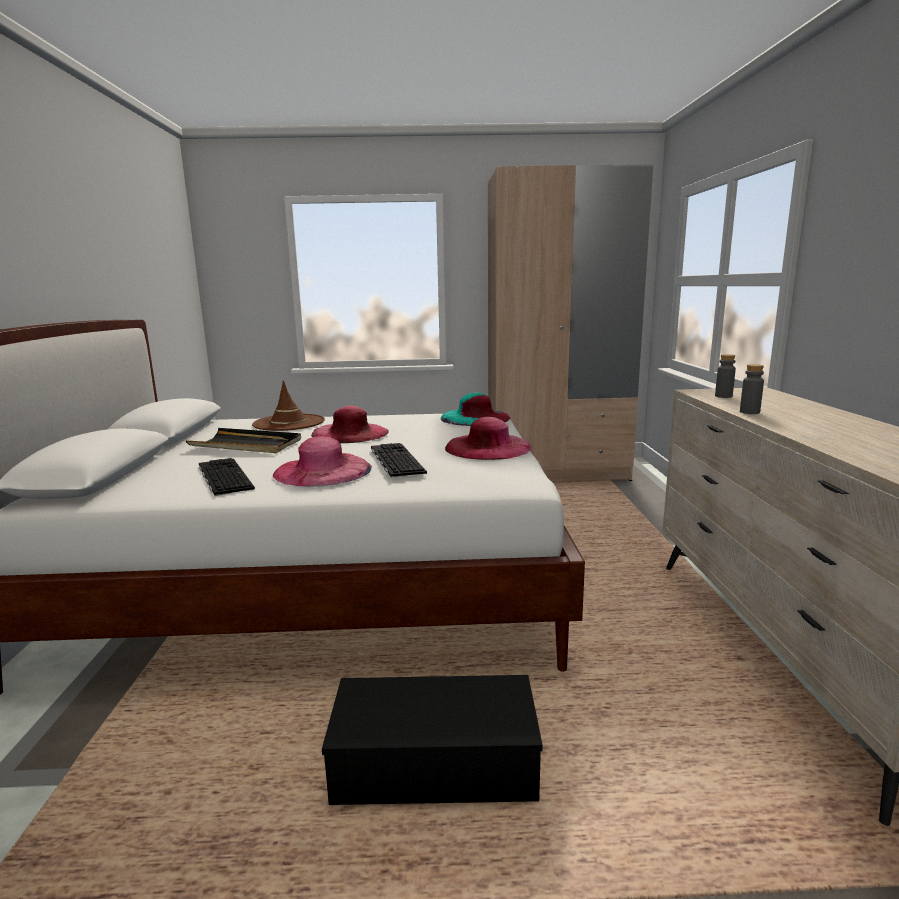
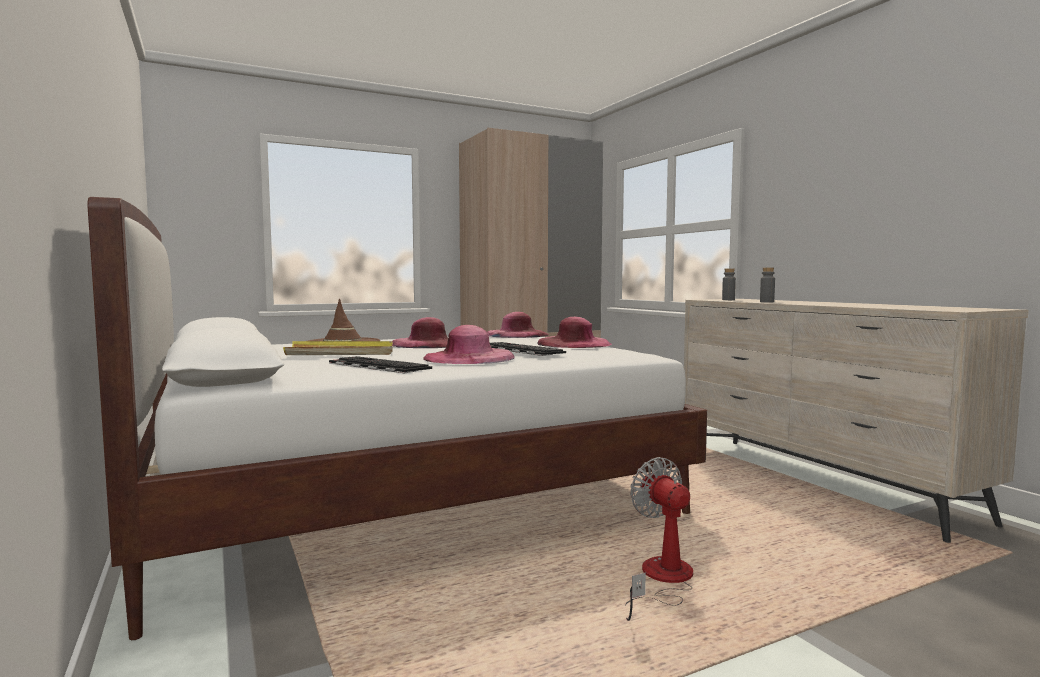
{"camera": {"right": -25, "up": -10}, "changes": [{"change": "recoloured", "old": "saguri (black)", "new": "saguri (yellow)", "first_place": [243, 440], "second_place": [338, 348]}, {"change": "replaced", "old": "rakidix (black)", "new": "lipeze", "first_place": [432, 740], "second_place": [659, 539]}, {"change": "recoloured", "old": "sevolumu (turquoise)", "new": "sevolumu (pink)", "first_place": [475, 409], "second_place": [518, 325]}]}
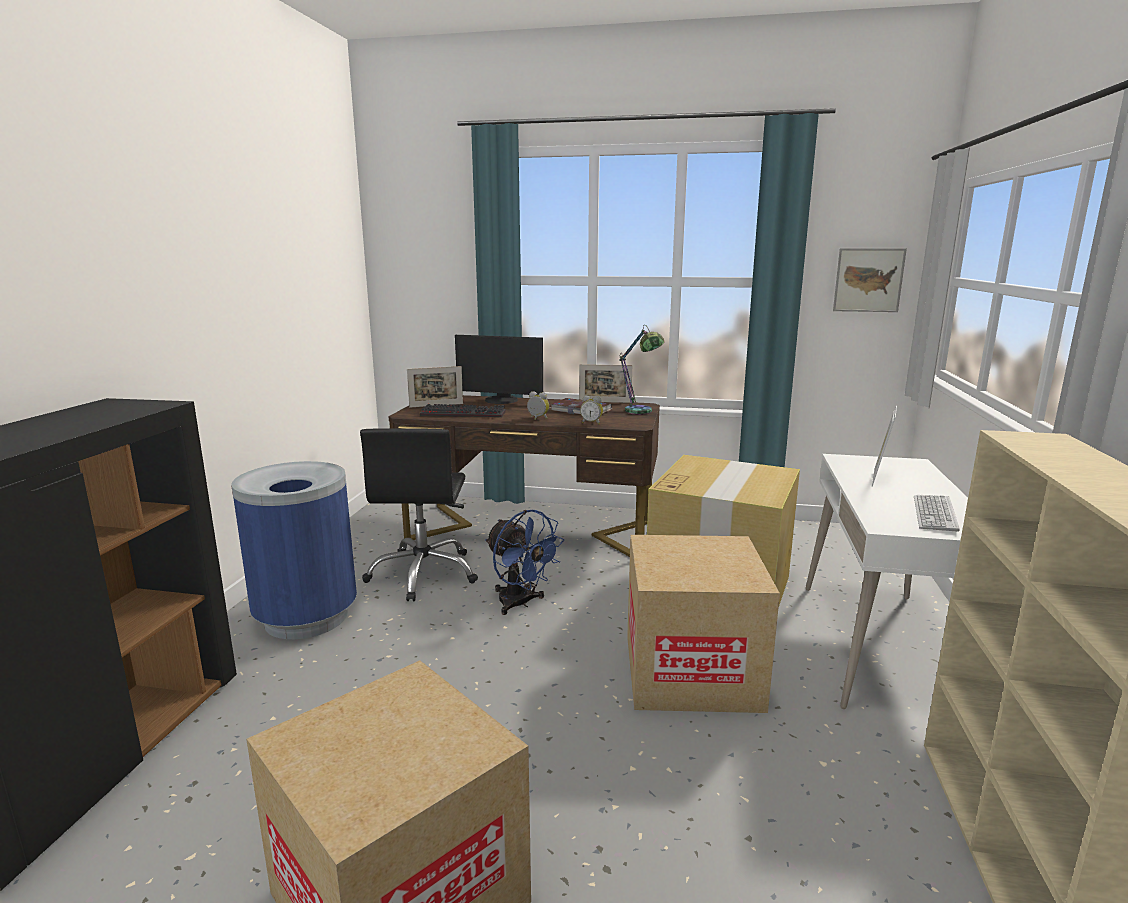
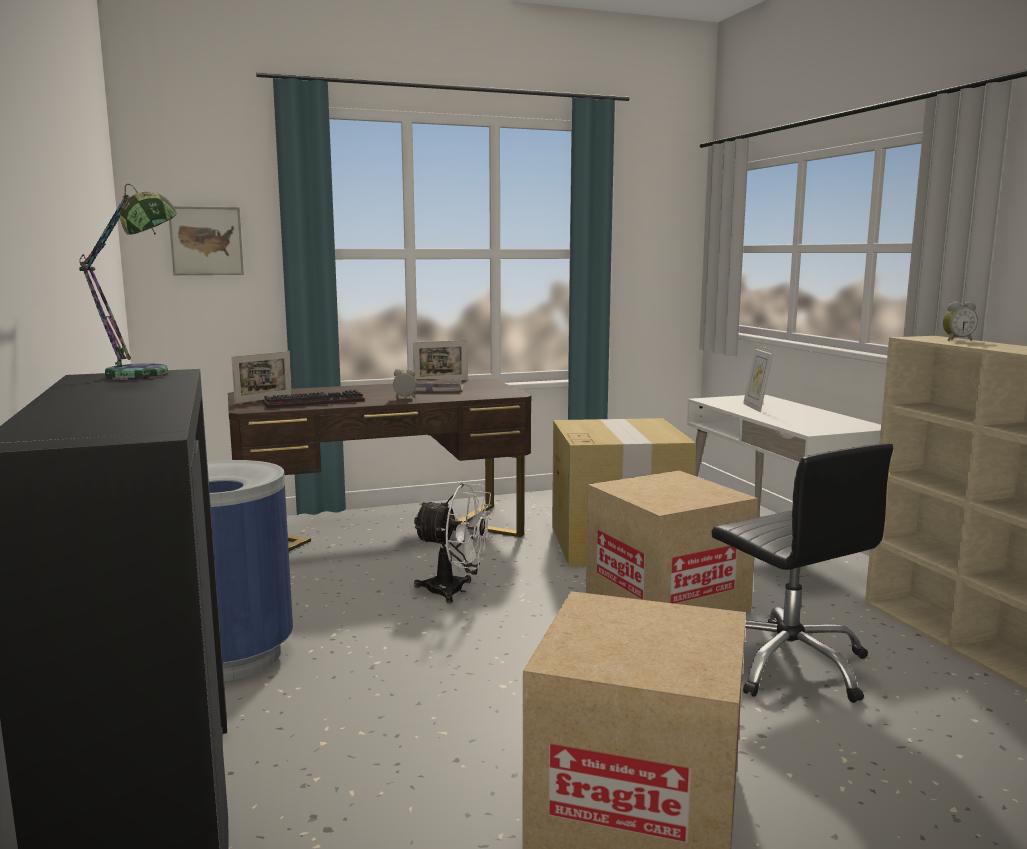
{"camera": {"right": -30, "up": -5}, "changes": [{"change": "moved", "old": "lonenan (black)", "first_place": [419, 514], "second_place": [802, 573]}, {"change": "removed", "old": "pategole", "first_place": [499, 369]}, {"change": "recoloured", "old": "lipeze (blue)", "new": "lipeze (white)", "first_place": [524, 562], "second_place": [453, 543]}, {"change": "moved", "old": "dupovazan", "first_place": [591, 410], "second_place": [960, 321]}, {"change": "moved", "old": "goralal", "first_place": [641, 370], "second_place": [128, 282]}, {"change": "moved", "old": "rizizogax", "first_place": [870, 280], "second_place": [206, 240]}, {"change": "removed", "old": "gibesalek", "first_place": [937, 513]}]}
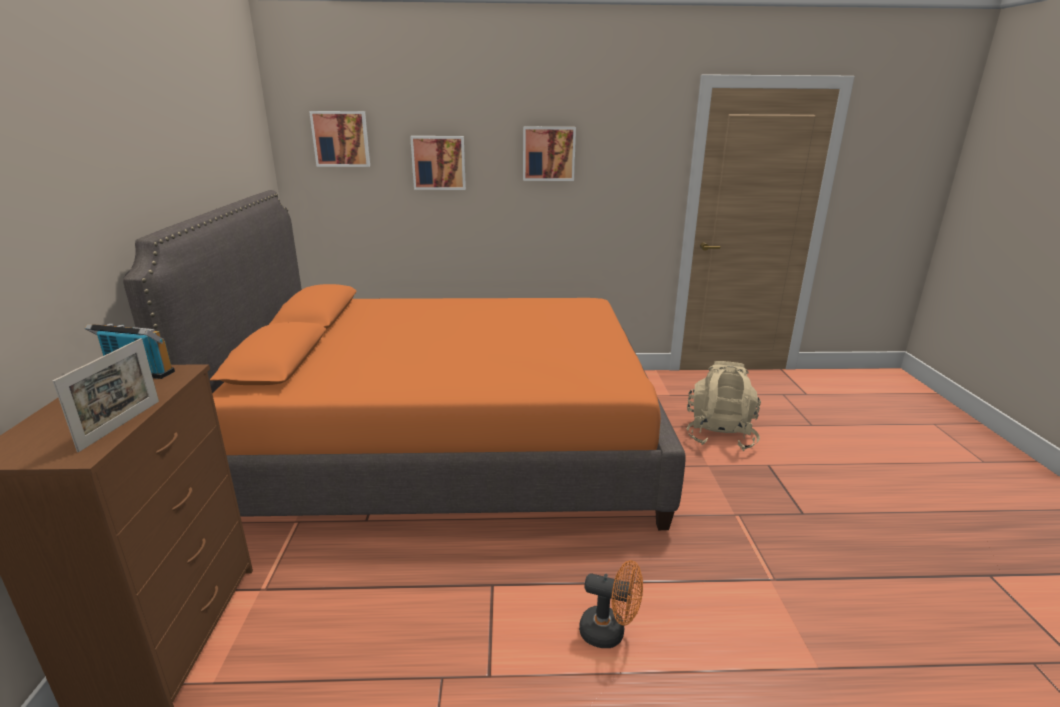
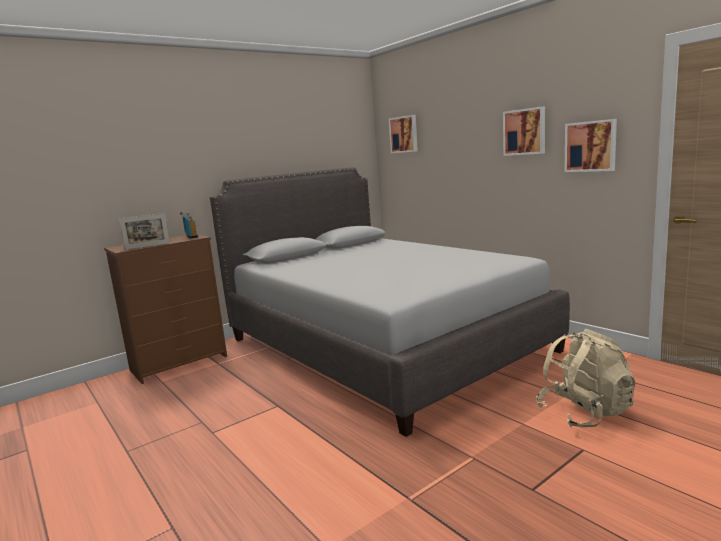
{"camera": {"right": 55, "up": -10}, "changes": [{"change": "recoloured", "old": "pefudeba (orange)", "new": "pefudeba (grey)", "first_place": [404, 360], "second_place": [390, 302]}, {"change": "moved", "old": "rizizogax", "first_place": [438, 163], "second_place": [591, 145]}, {"change": "removed", "old": "lipeze (orange)", "first_place": [611, 604]}]}
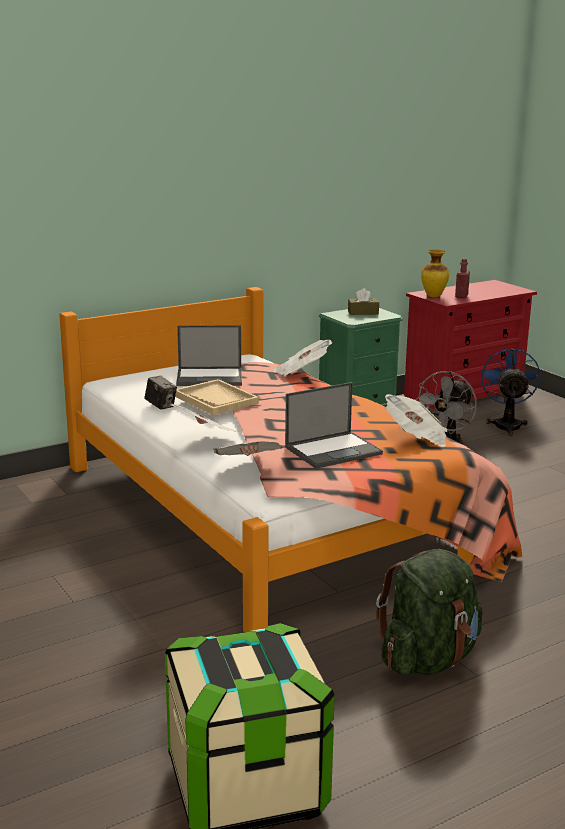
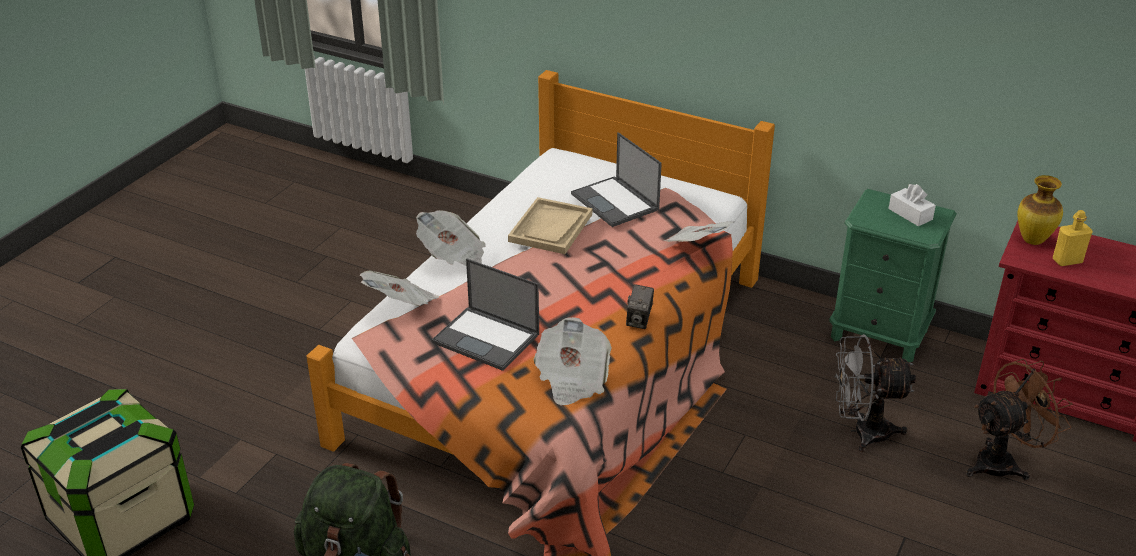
{"camera": {"right": 60, "up": 15}, "changes": [{"change": "moved", "old": "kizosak", "first_place": [161, 393], "second_place": [640, 306]}, {"change": "recoloured", "old": "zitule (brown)", "new": "zitule (white)", "first_place": [363, 301], "second_place": [912, 205]}, {"change": "recoloured", "old": "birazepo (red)", "new": "birazepo (yellow)", "first_place": [462, 278], "second_place": [1073, 238]}, {"change": "recoloured", "old": "lipeze (blue)", "new": "lipeze (brown)", "first_place": [510, 391], "second_place": [1019, 420]}]}
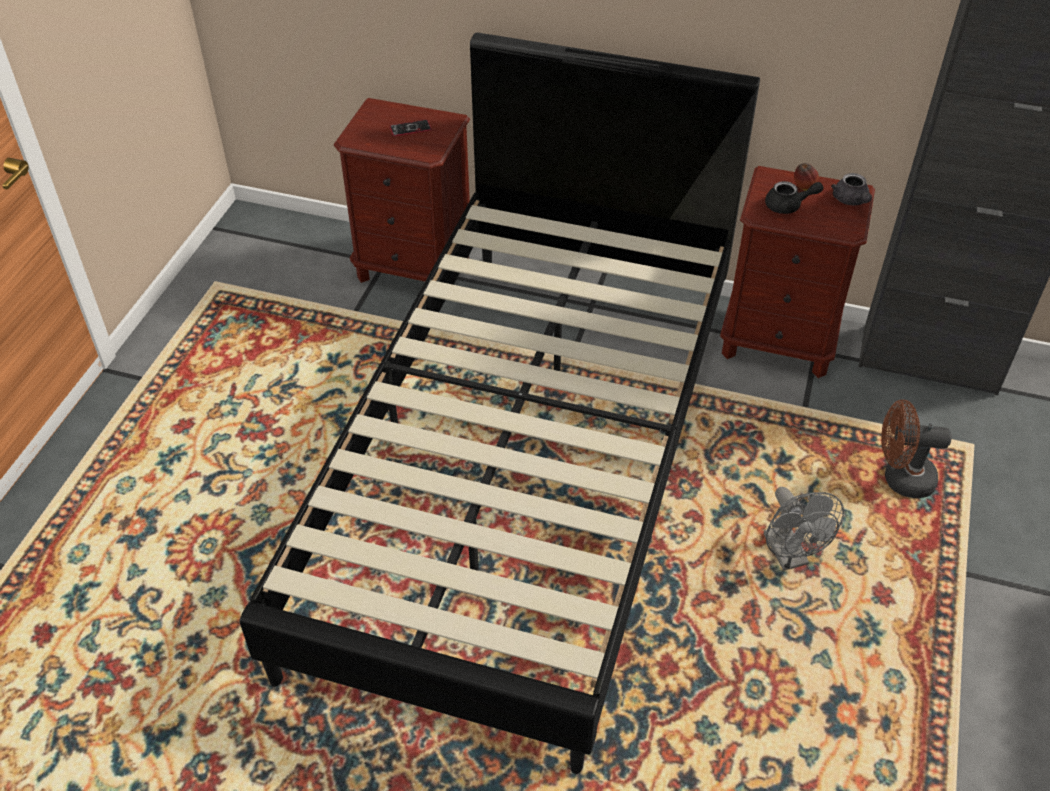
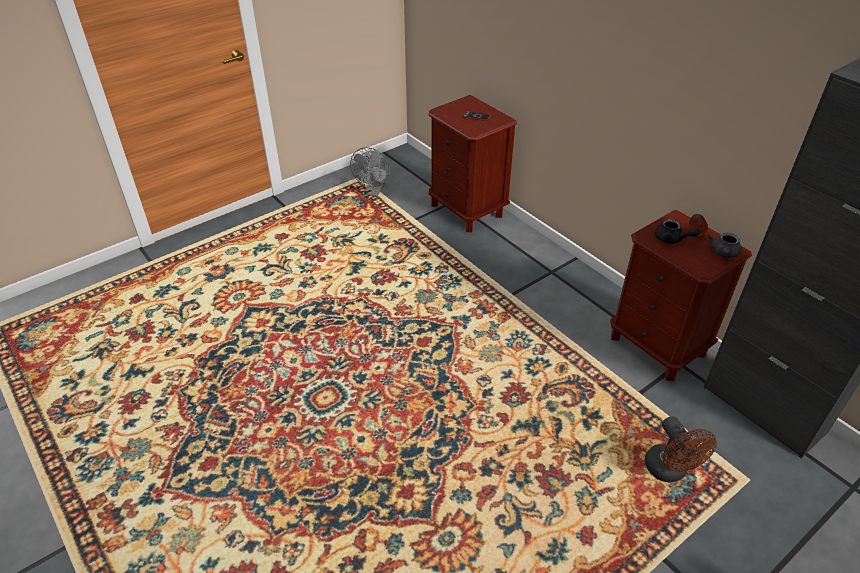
{"camera": {"right": 35, "up": -5}, "changes": [{"change": "removed", "old": "pefudeba (black)", "first_place": [500, 403]}, {"change": "moved", "old": "lipeze (grey)", "first_place": [804, 529], "second_place": [369, 172]}, {"change": "turned", "old": "lipeze (brown)", "first_place": [916, 448], "second_place": [681, 449], "degrees": -150}]}
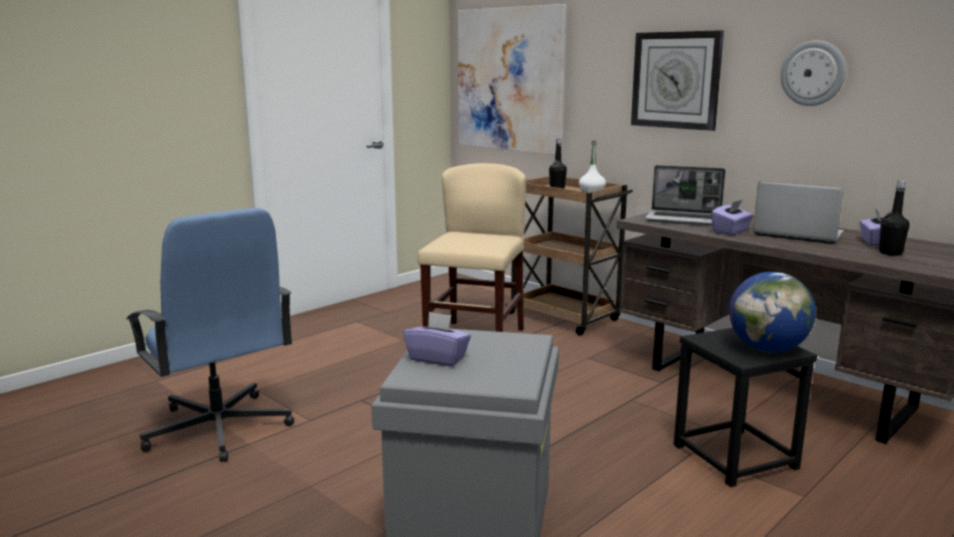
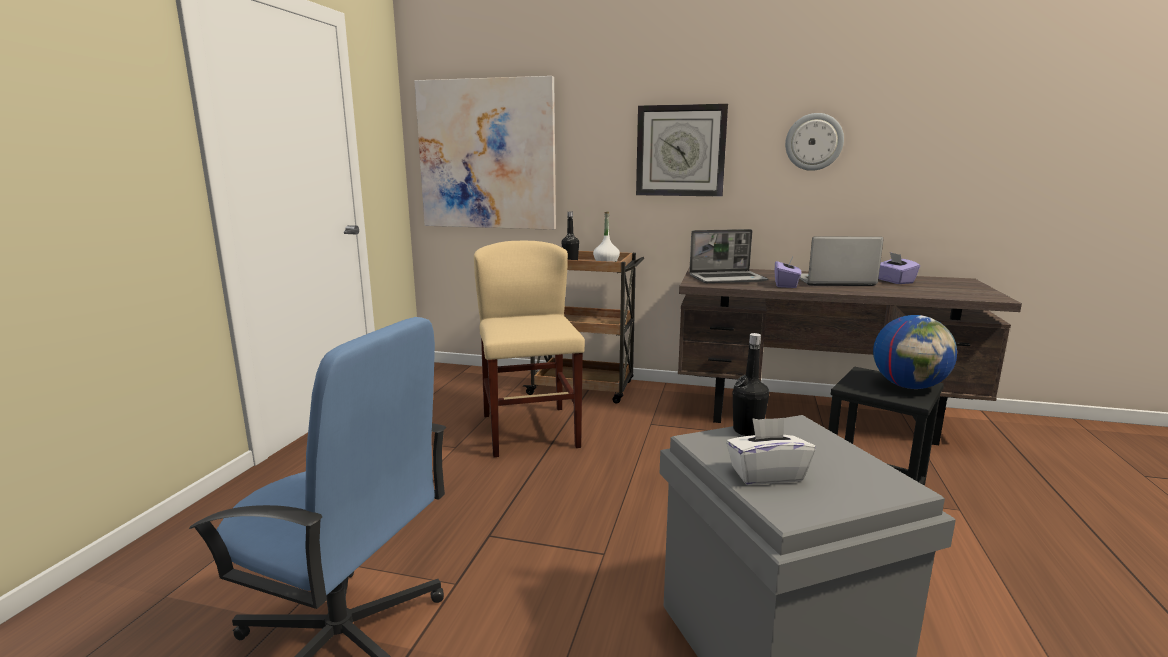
{"camera": {"right": -30, "up": 0}, "changes": [{"change": "recoloured", "old": "zitule (purple)", "new": "zitule (white)", "first_place": [437, 339], "second_place": [770, 451]}, {"change": "moved", "old": "birazepo (black)", "first_place": [894, 218], "second_place": [751, 384]}]}
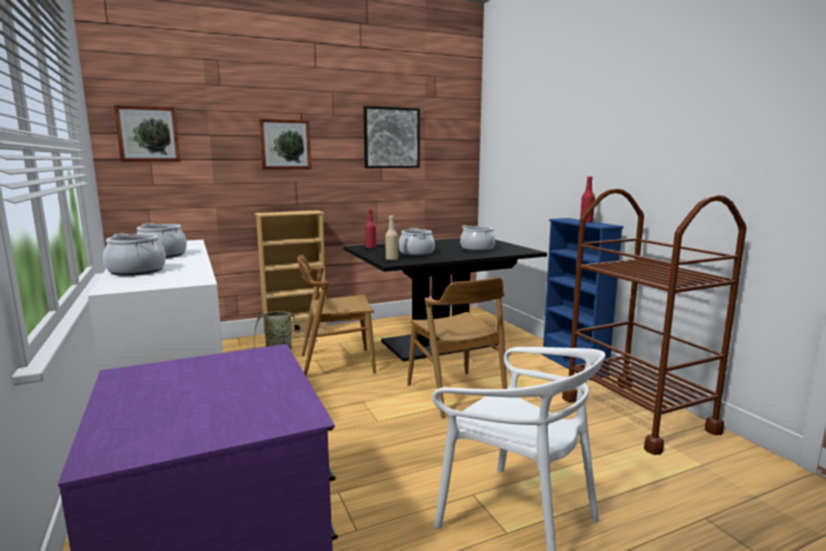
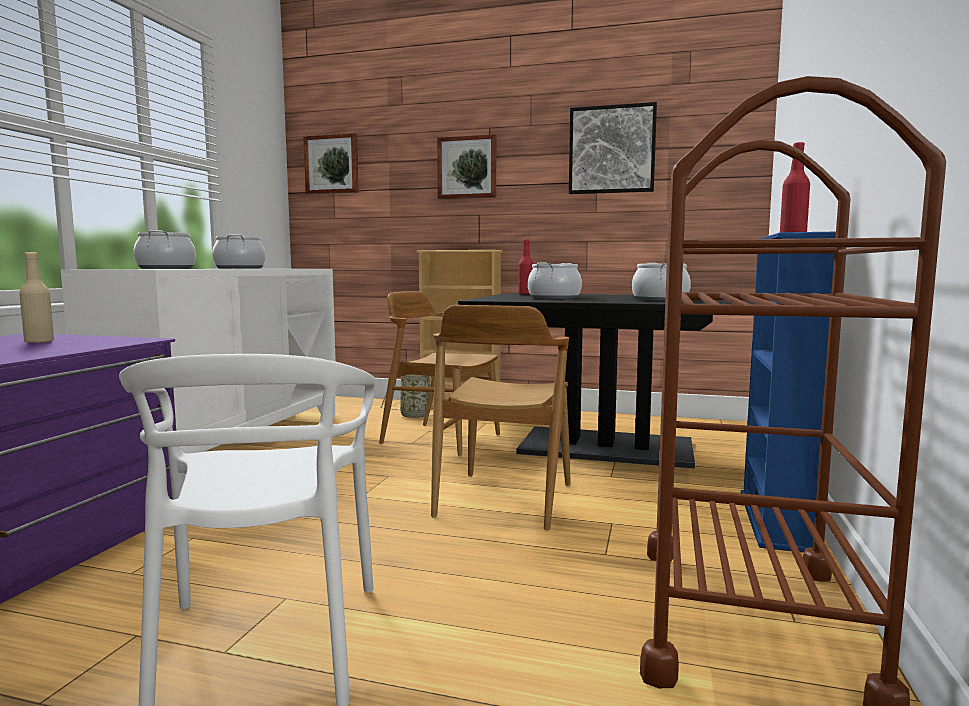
{"camera": {"right": 40, "up": -5}, "changes": [{"change": "moved", "old": "birazepo (beige)", "first_place": [391, 237], "second_place": [36, 297]}]}
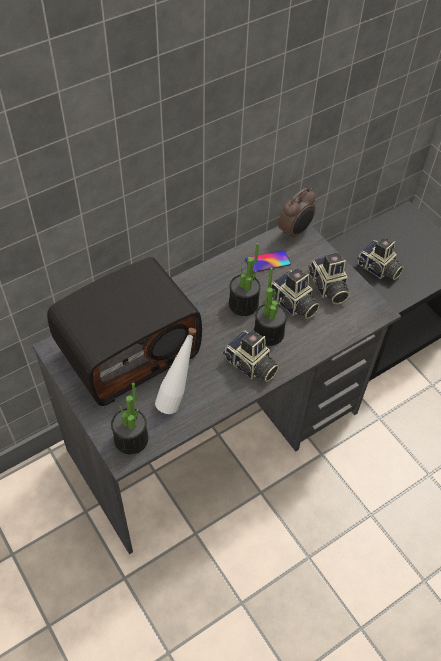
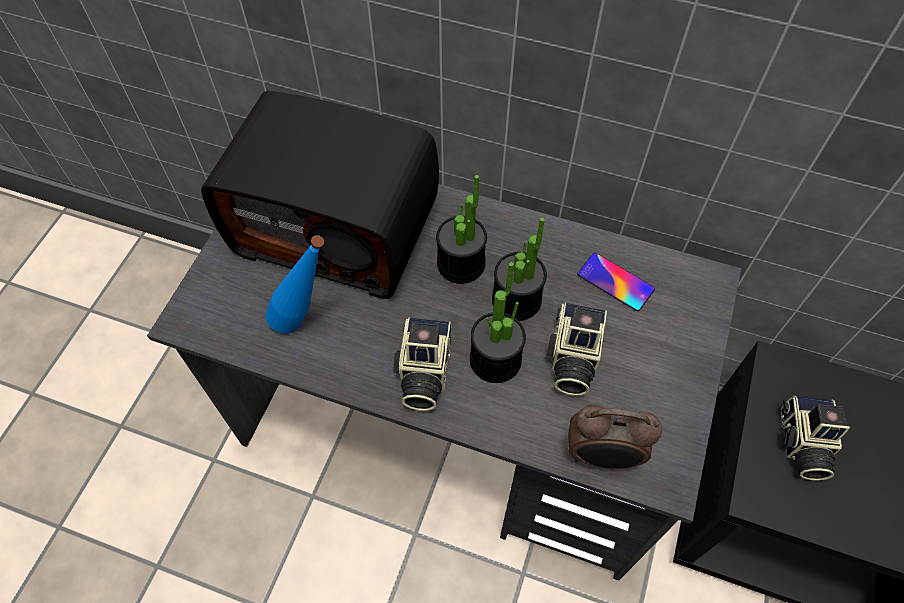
{"camera": {"right": 55, "up": 5}, "changes": [{"change": "moved", "old": "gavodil", "first_place": [129, 418], "second_place": [461, 229]}, {"change": "recoloured", "old": "birazepo (white)", "new": "birazepo (blue)", "first_place": [175, 371], "second_place": [294, 284]}, {"change": "moved", "old": "dupovazan", "first_place": [297, 214], "second_place": [615, 436]}, {"change": "removed", "old": "kizosak", "first_place": [329, 278]}]}
